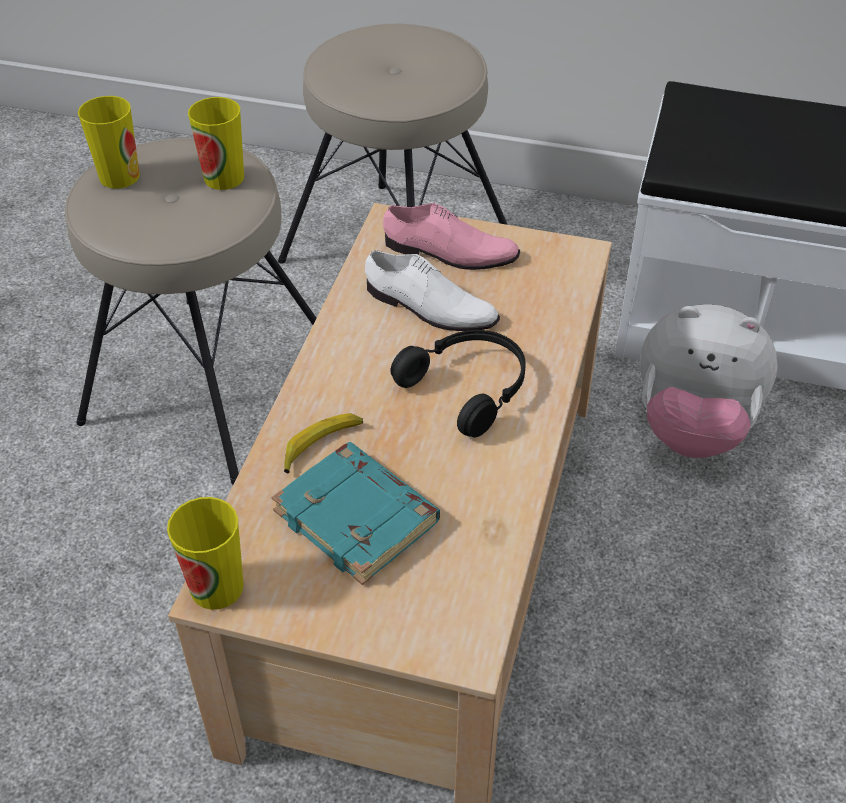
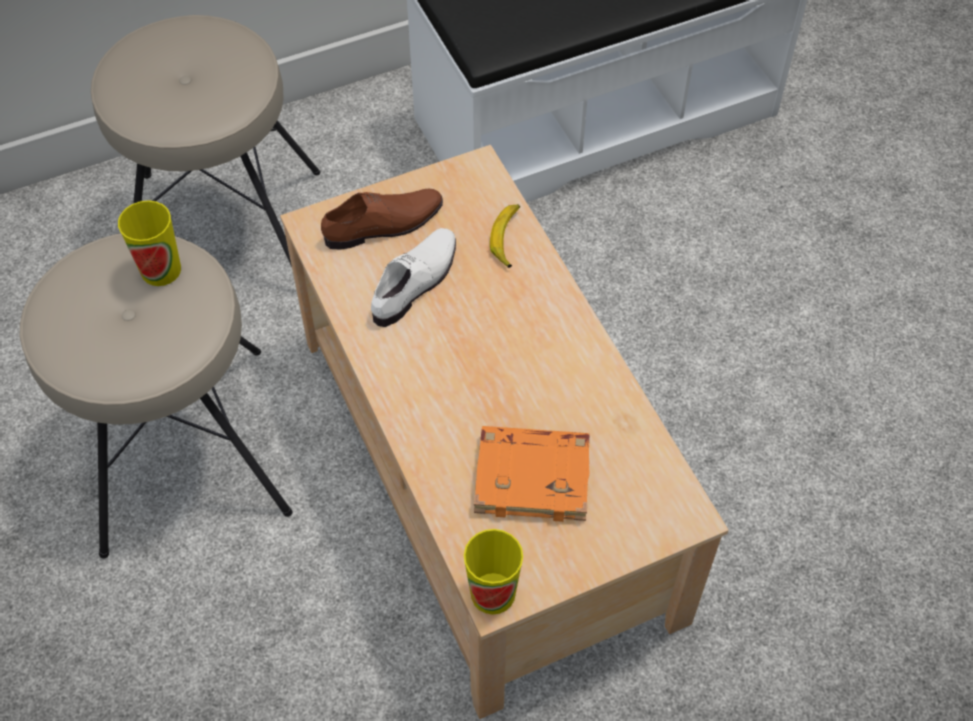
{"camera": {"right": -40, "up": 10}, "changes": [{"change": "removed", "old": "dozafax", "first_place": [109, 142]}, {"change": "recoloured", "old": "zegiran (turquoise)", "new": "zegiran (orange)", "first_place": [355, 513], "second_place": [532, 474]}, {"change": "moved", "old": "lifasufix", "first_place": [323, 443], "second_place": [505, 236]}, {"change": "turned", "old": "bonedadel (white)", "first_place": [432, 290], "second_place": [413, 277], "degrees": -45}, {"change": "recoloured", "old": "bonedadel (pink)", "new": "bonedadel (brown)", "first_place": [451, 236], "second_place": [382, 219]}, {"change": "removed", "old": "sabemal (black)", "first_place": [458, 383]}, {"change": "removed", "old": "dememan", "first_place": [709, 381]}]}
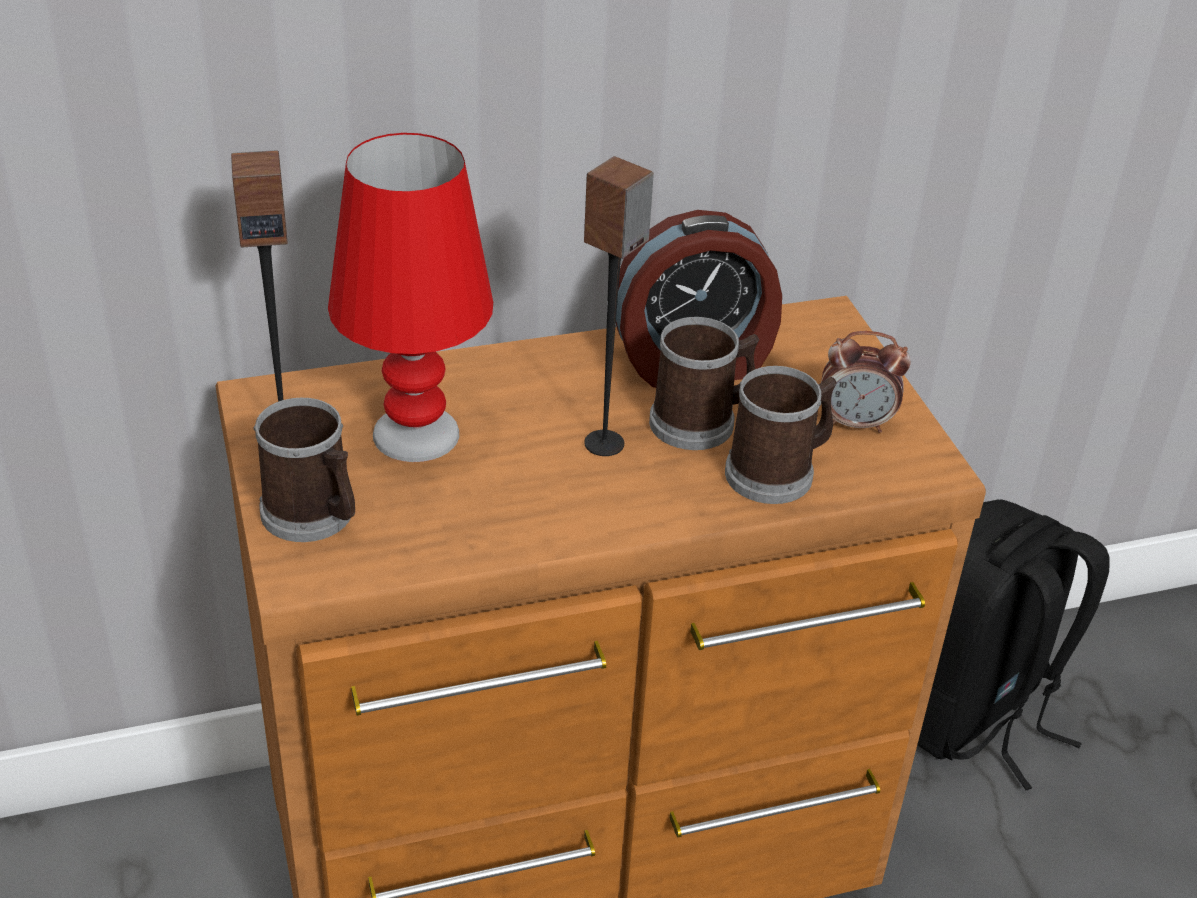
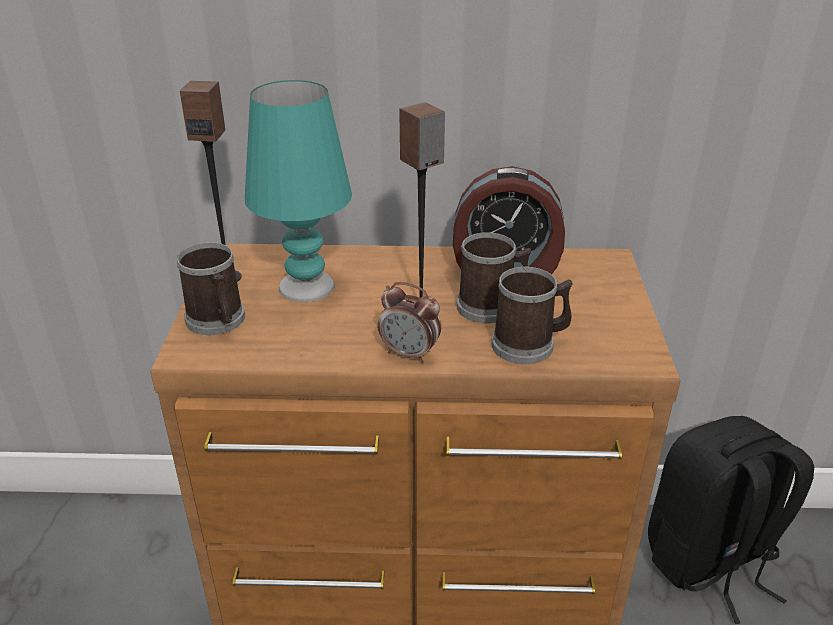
{"camera": {"right": 20, "up": -5}, "changes": [{"change": "recoloured", "old": "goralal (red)", "new": "goralal (turquoise)", "first_place": [410, 297], "second_place": [298, 191]}, {"change": "moved", "old": "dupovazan", "first_place": [866, 382], "second_place": [409, 322]}]}
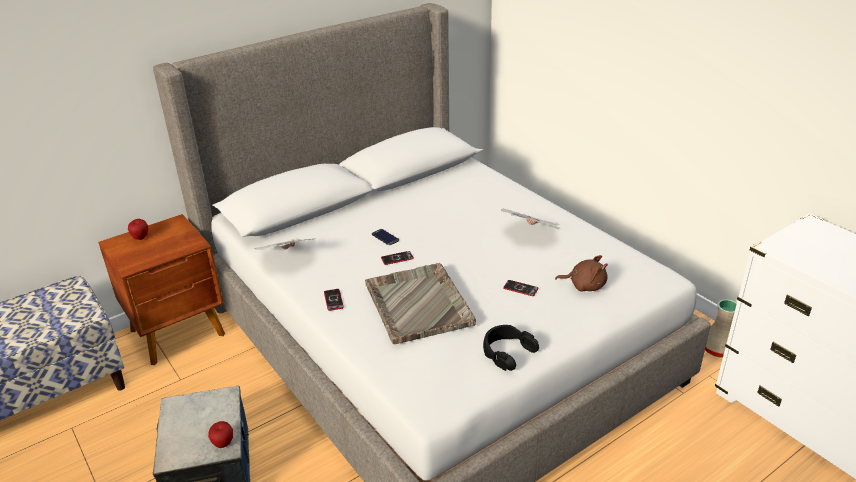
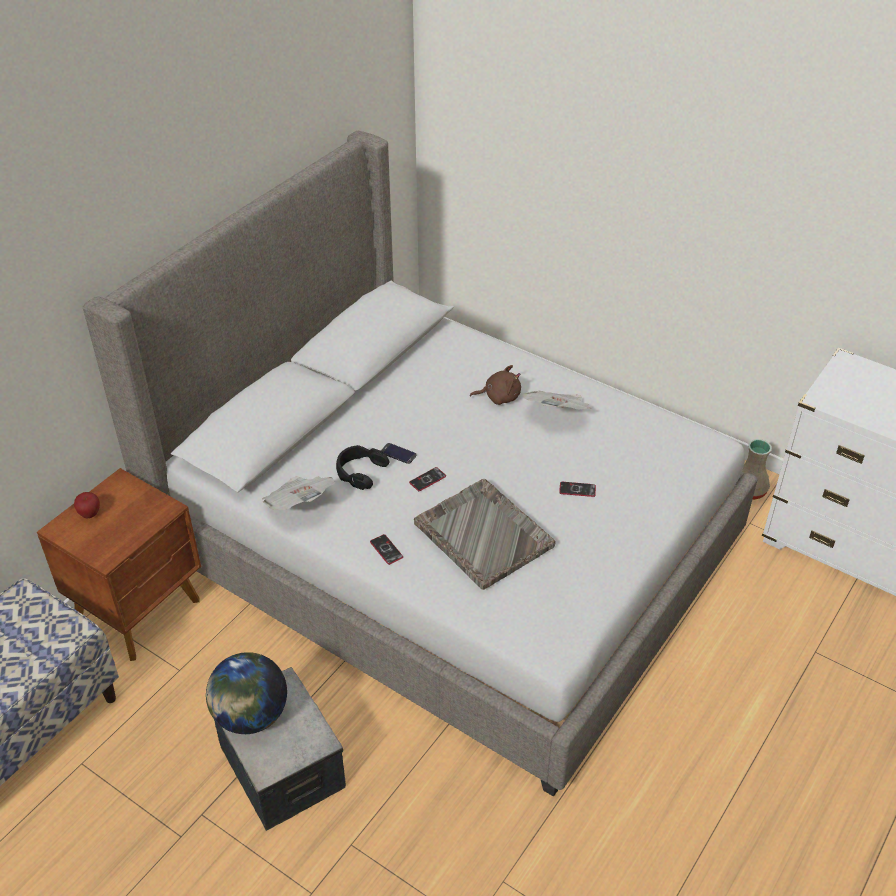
{"camera": {"right": -20, "up": 10}, "changes": [{"change": "removed", "old": "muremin", "first_place": [220, 434]}, {"change": "moved", "old": "sabemal (black)", "first_place": [511, 348], "second_place": [362, 467]}, {"change": "moved", "old": "dememan (brown)", "first_place": [581, 273], "second_place": [495, 385]}, {"change": "added", "new": "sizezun", "second_place": [246, 693]}]}
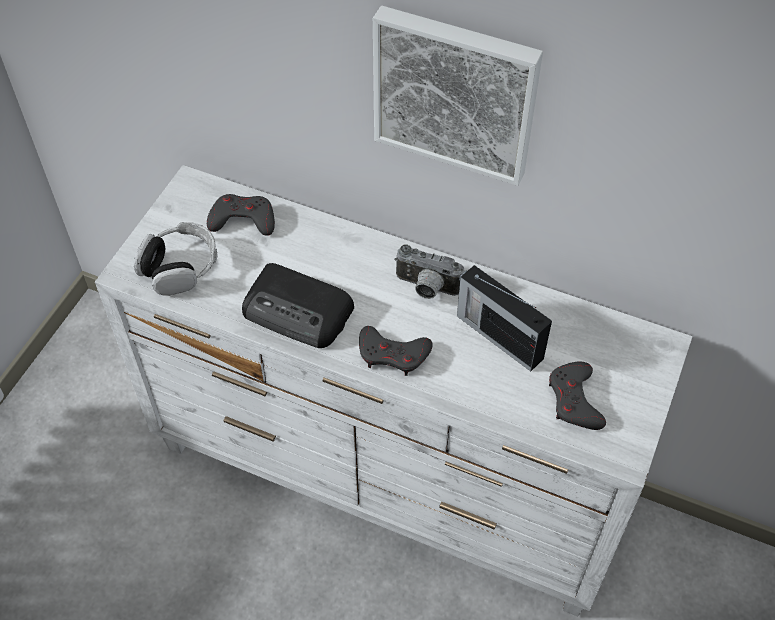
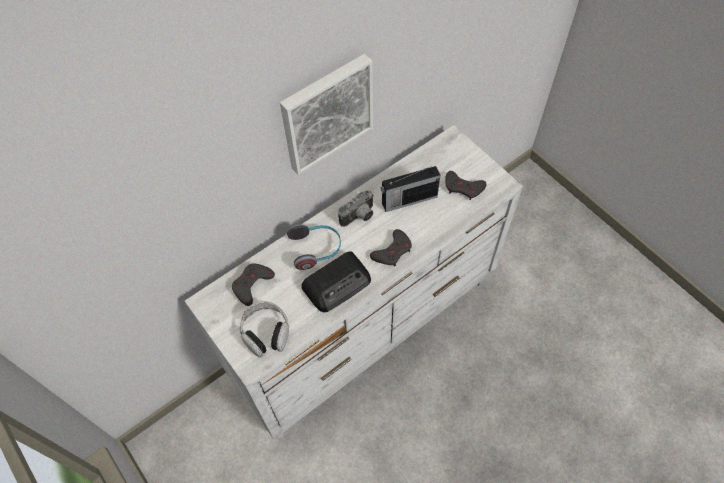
{"camera": {"right": -60, "up": 5}, "changes": [{"change": "added", "new": "sabemal", "second_place": [314, 247]}]}
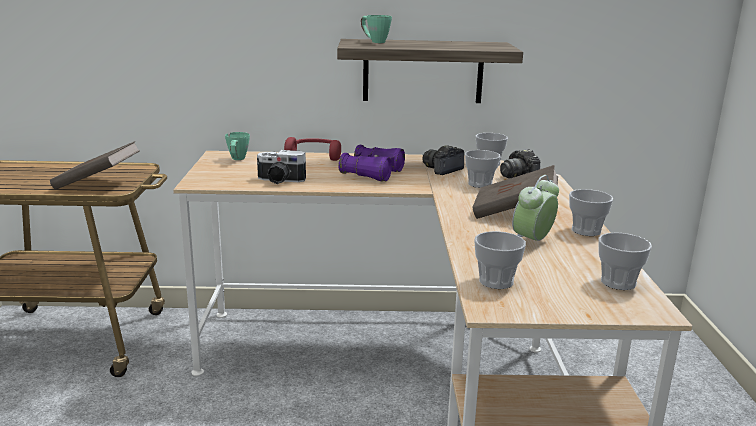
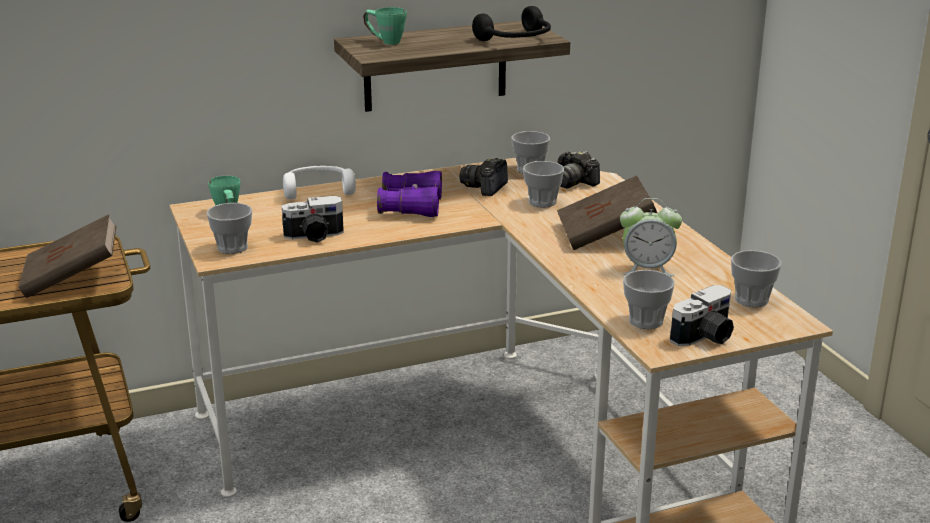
{"camera": {"right": -20, "up": 5}, "changes": [{"change": "recoloured", "old": "sabemal (red)", "new": "sabemal (white)", "first_place": [312, 149], "second_place": [319, 182]}, {"change": "turned", "old": "dupovazan", "first_place": [535, 208], "second_place": [651, 237], "degrees": -105}, {"change": "moved", "old": "dozafax", "first_place": [591, 212], "second_place": [229, 228]}, {"change": "added", "new": "sabemal (black)", "second_place": [511, 23]}, {"change": "added", "new": "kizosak", "second_place": [702, 315]}]}
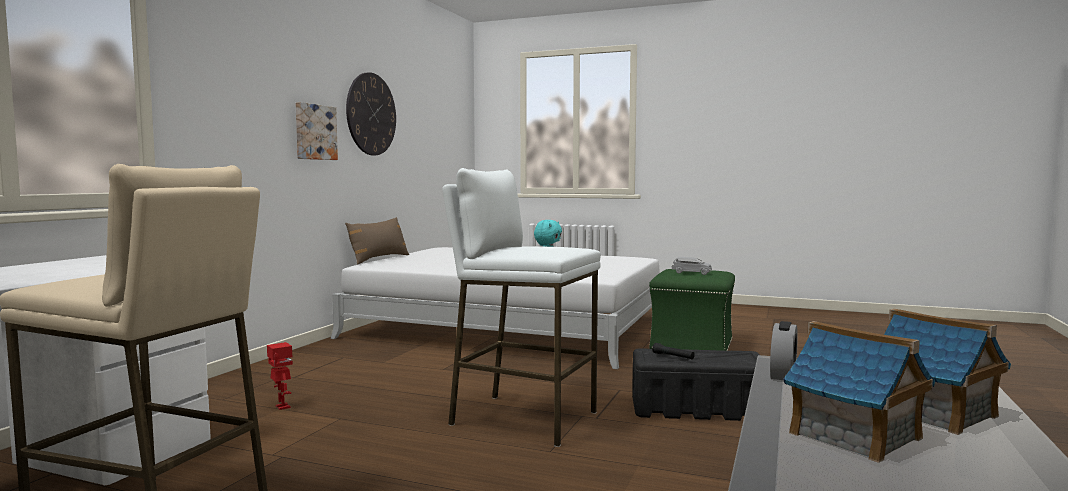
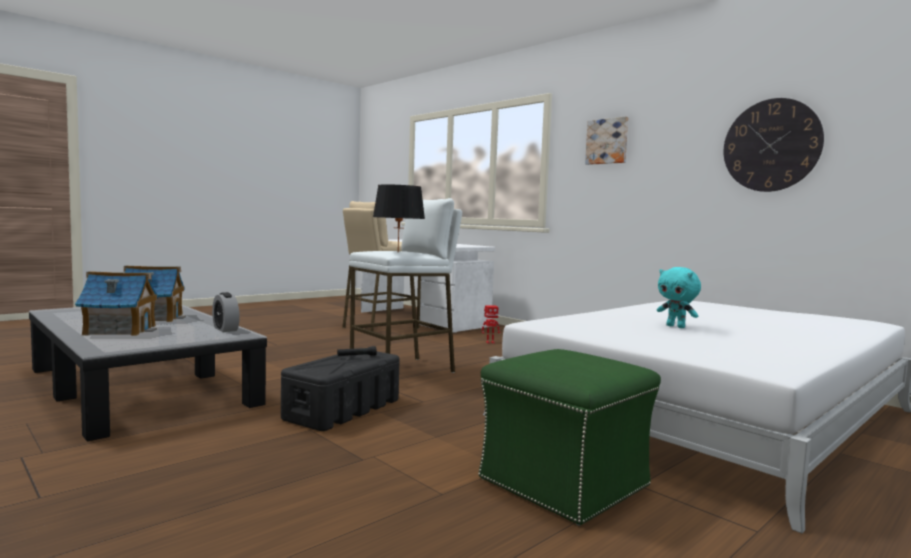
{"camera": {"right": 115, "up": 0}, "changes": [{"change": "moved", "old": "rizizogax", "first_place": [317, 131], "second_place": [607, 140]}, {"change": "removed", "old": "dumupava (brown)", "first_place": [377, 241]}, {"change": "removed", "old": "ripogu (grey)", "first_place": [692, 266]}, {"change": "added", "new": "goralal (black)", "second_place": [399, 219]}]}
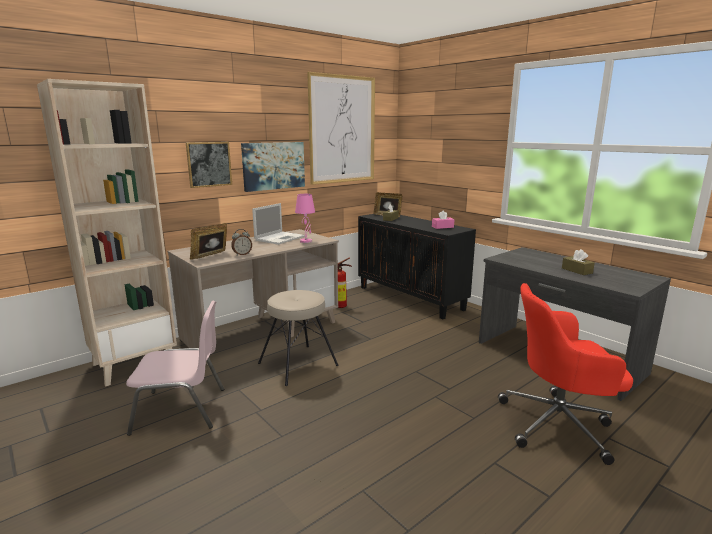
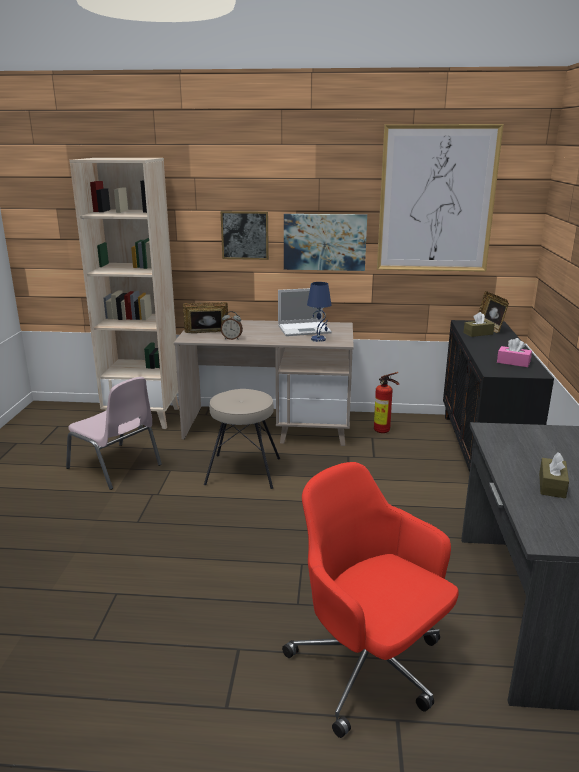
{"camera": {"right": 45, "up": 5}, "changes": [{"change": "recoloured", "old": "goralal (pink)", "new": "goralal (blue)", "first_place": [305, 218], "second_place": [319, 312]}]}
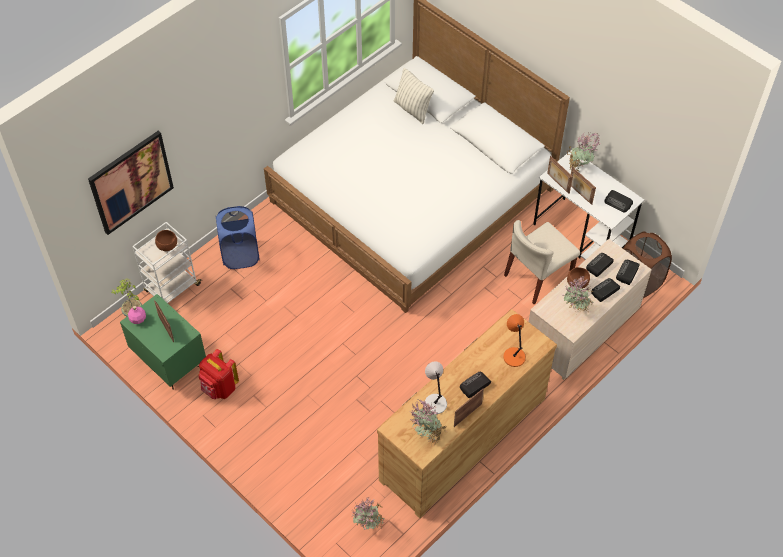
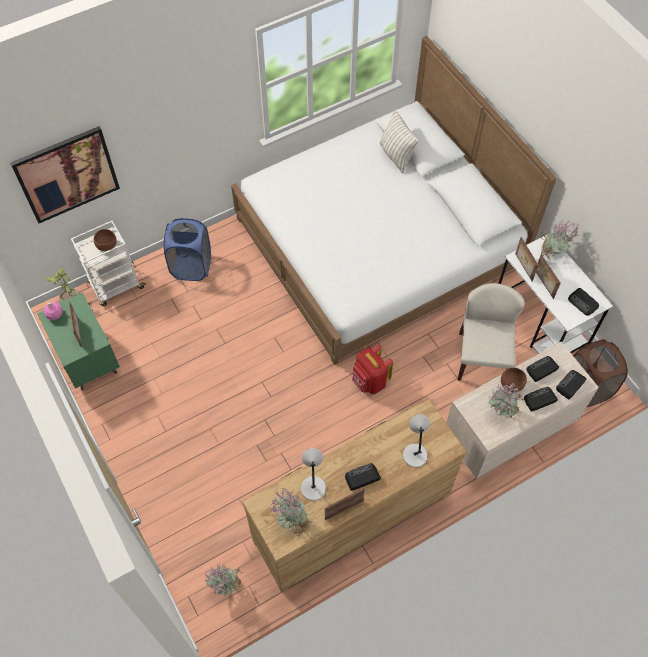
{"camera": {"right": 15, "up": 5}, "changes": [{"change": "moved", "old": "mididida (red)", "first_place": [219, 374], "second_place": [372, 369]}, {"change": "recoloured", "old": "goralal (orange)", "new": "goralal (grey)", "first_place": [514, 340], "second_place": [416, 440]}, {"change": "turned", "old": "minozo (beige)", "first_place": [542, 262], "second_place": [491, 332], "degrees": 120}]}
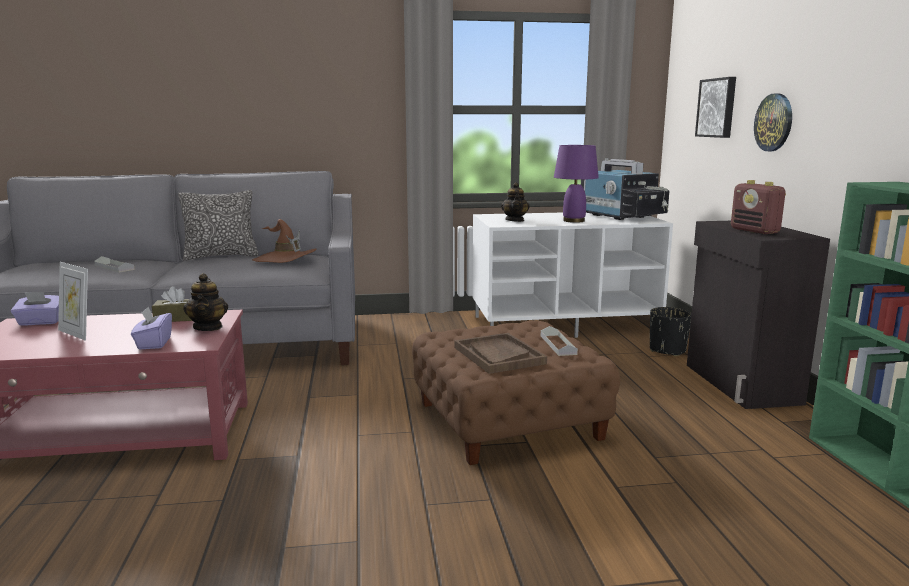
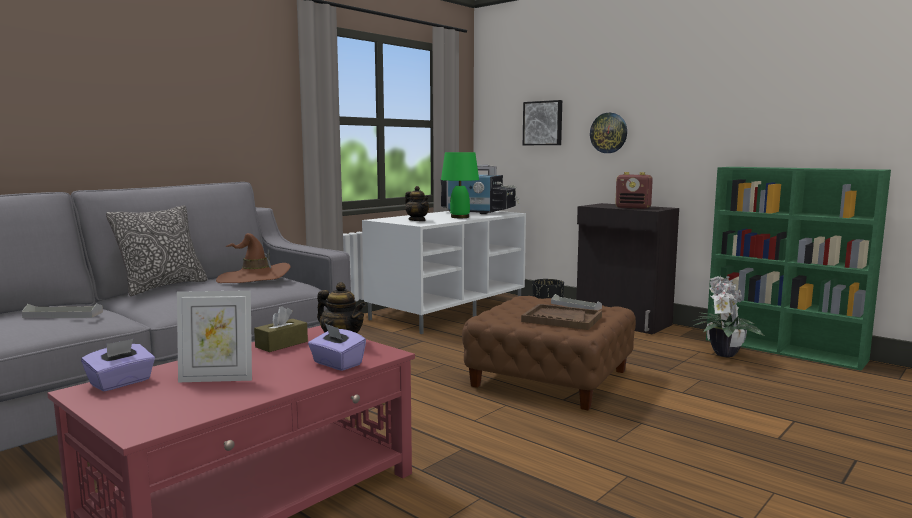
{"camera": {"right": -40, "up": -5}, "changes": [{"change": "recoloured", "old": "goralal (purple)", "new": "goralal (green)", "first_place": [576, 184], "second_place": [460, 185]}, {"change": "added", "new": "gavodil", "second_place": [729, 316]}]}
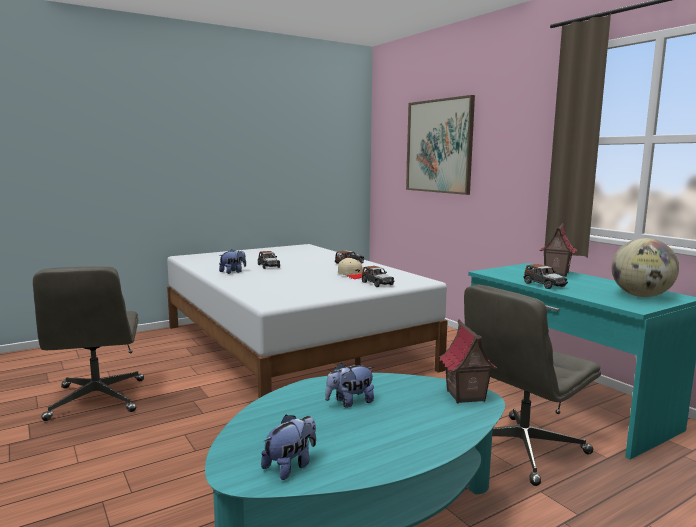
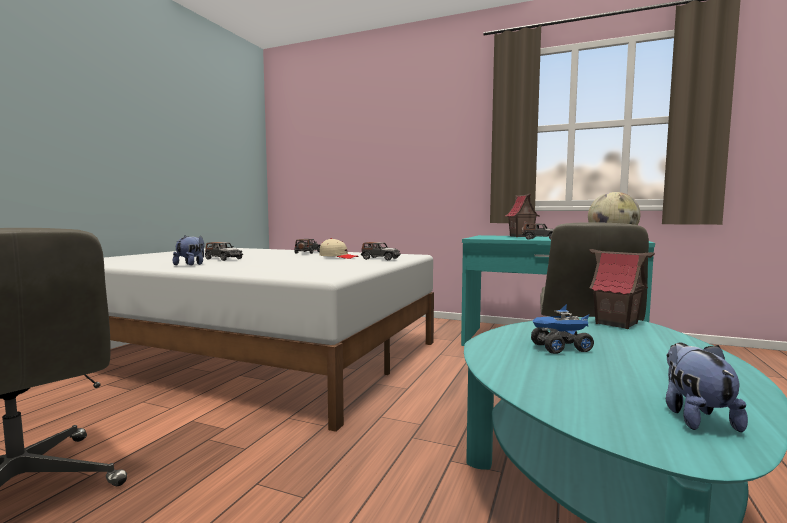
{"camera": {"right": -35, "up": -5}, "changes": [{"change": "replaced", "old": "dememan", "new": "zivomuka", "first_place": [350, 384], "second_place": [562, 329]}, {"change": "removed", "old": "rizizogax", "first_place": [440, 145]}]}
